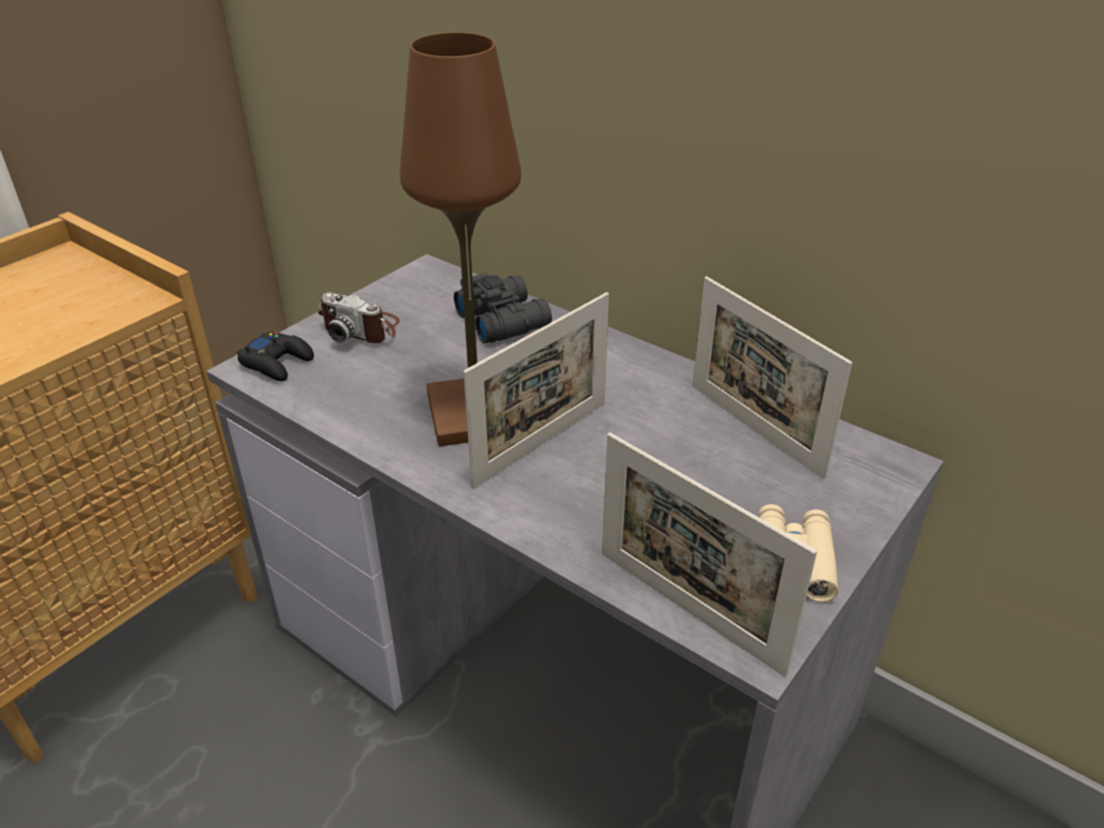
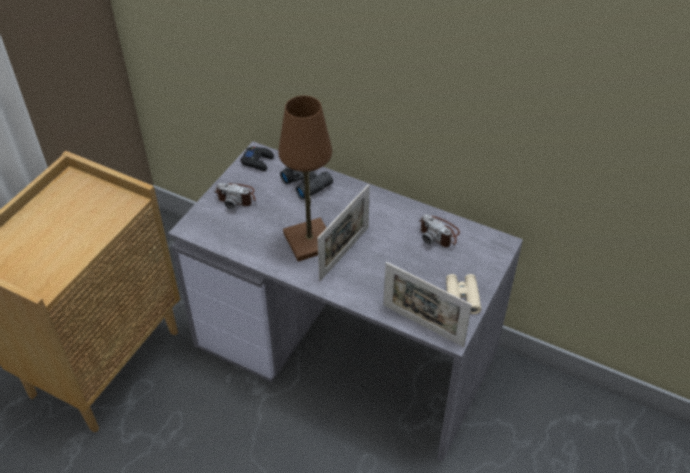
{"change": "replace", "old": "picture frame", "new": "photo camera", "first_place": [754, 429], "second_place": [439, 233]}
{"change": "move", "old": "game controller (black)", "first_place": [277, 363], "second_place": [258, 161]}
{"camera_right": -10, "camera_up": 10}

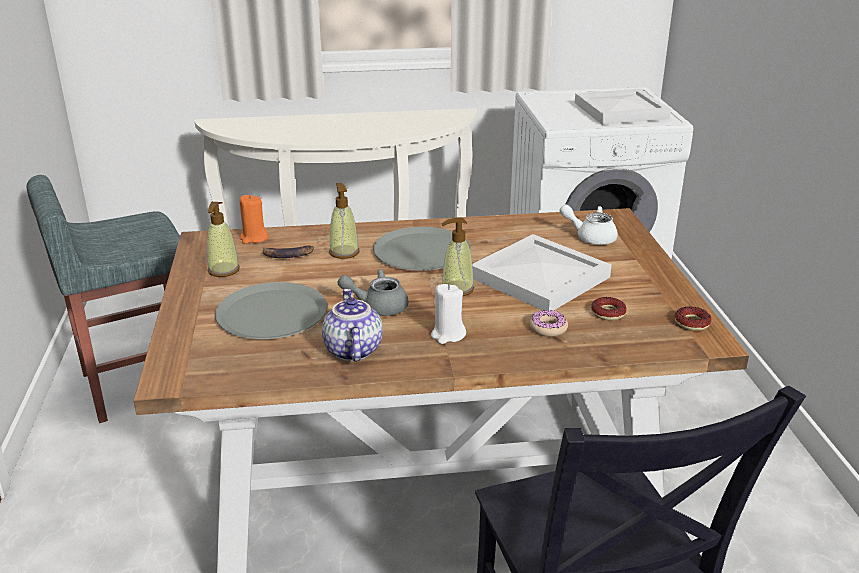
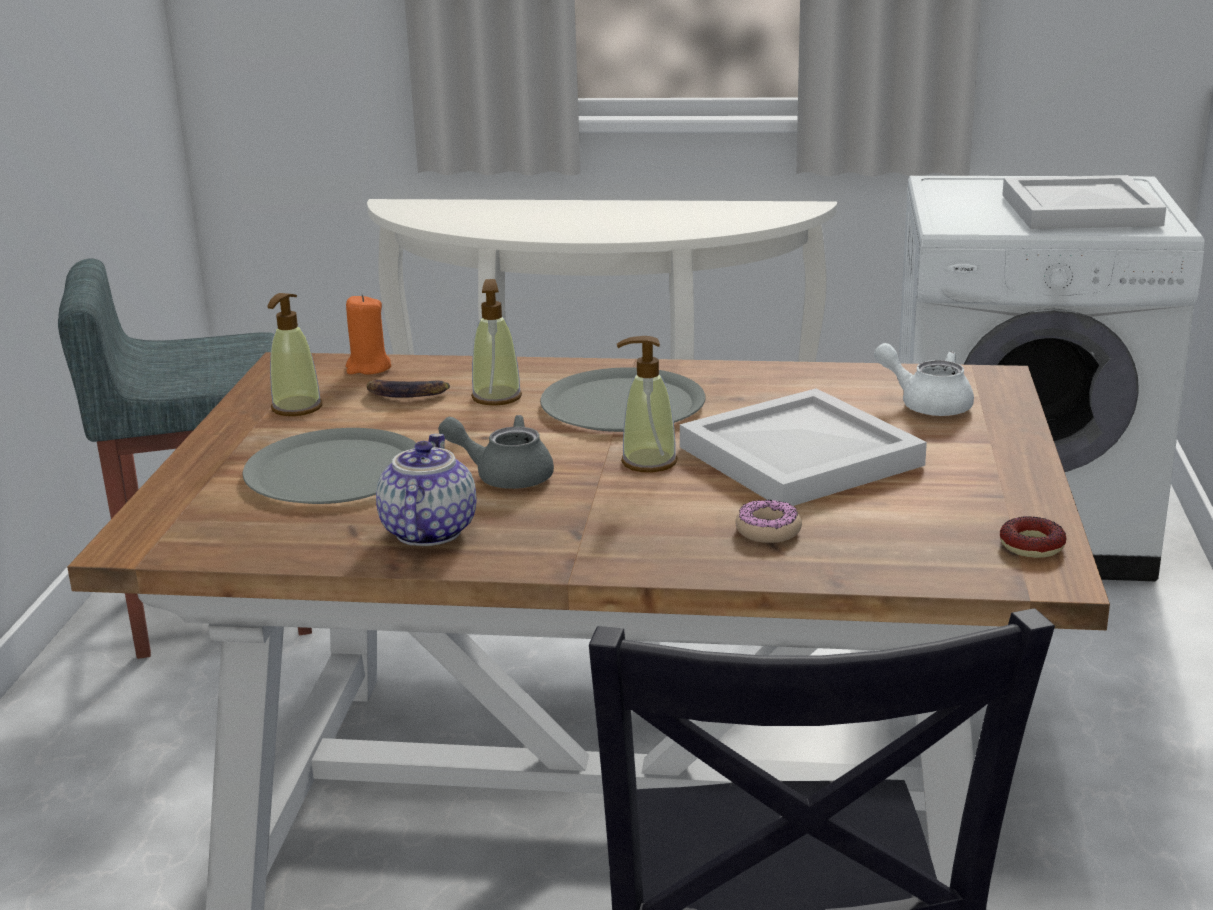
{"change": "delete", "old": "candle (white)", "first_place": [447, 335]}
{"change": "delete", "old": "donut", "first_place": [608, 313]}
{"camera_right": 15, "camera_up": -5}

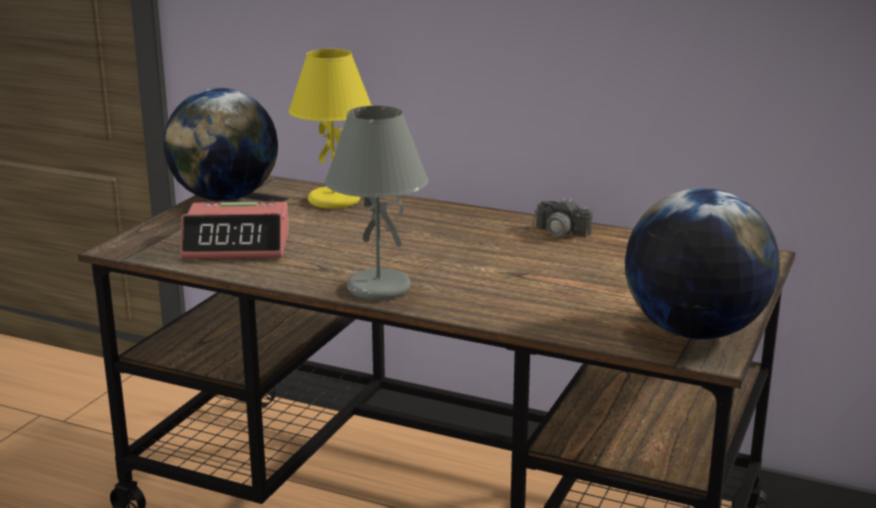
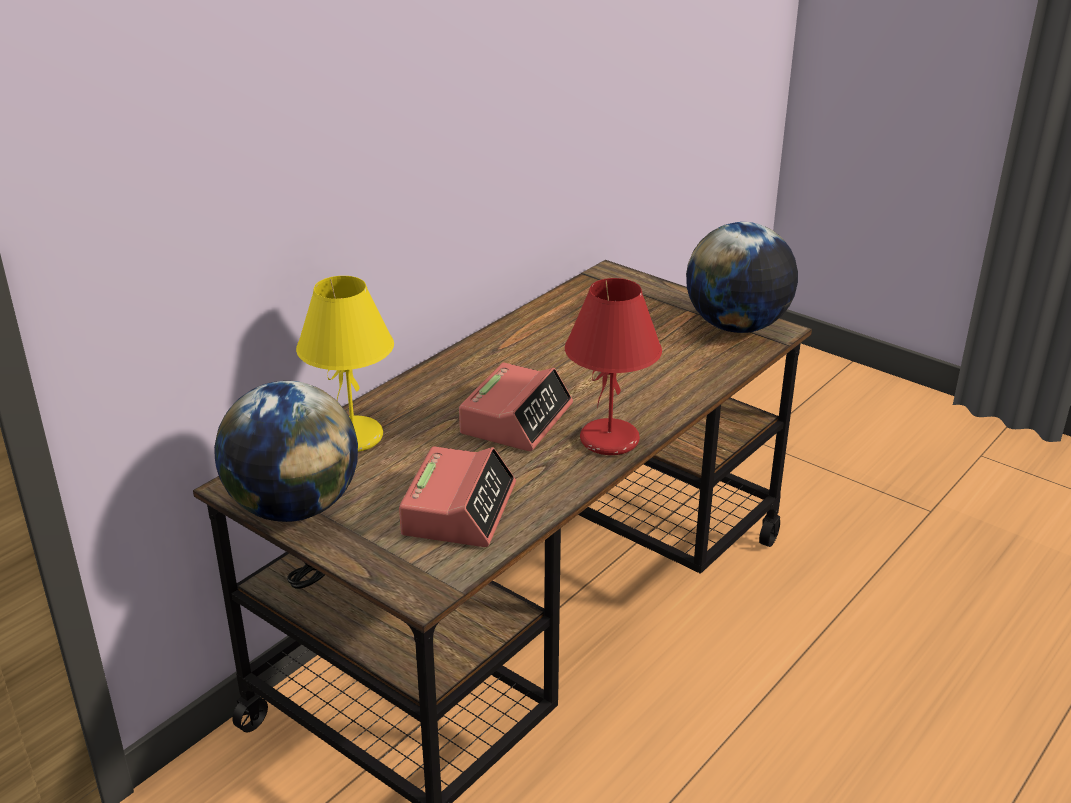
{"change": "recolor", "old": "table lamp (grey)", "new": "table lamp (red)", "first_place": [377, 289], "second_place": [609, 441]}
{"change": "delete", "old": "photo camera", "first_place": [564, 234]}
{"change": "insert", "new": "alarm clock", "second_place": [516, 419]}
{"camera_right": -75, "camera_up": 10}

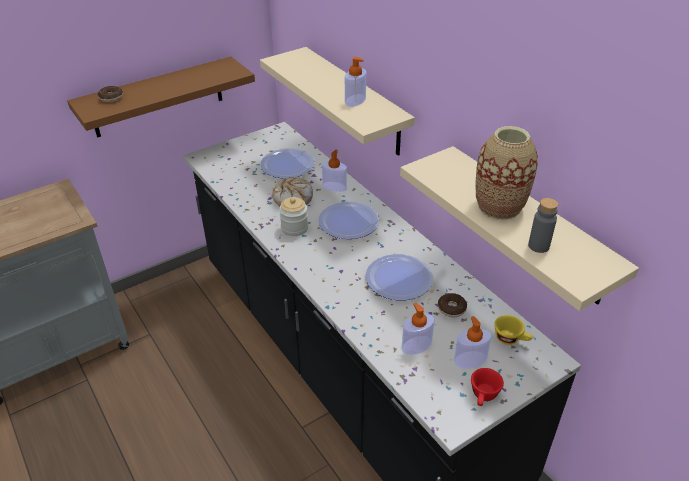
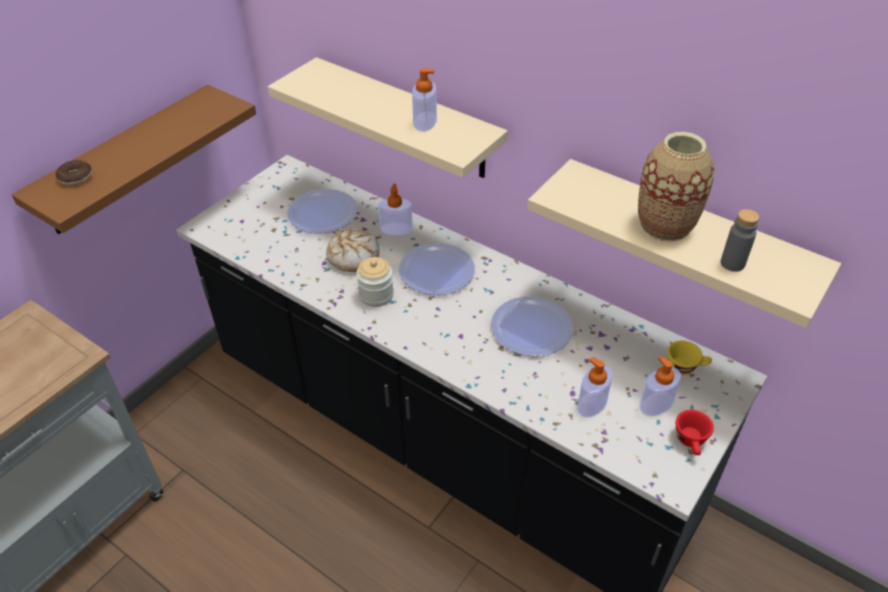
{"change": "delete", "old": "donut", "first_place": [451, 308]}
{"camera_right": -20, "camera_up": 5}

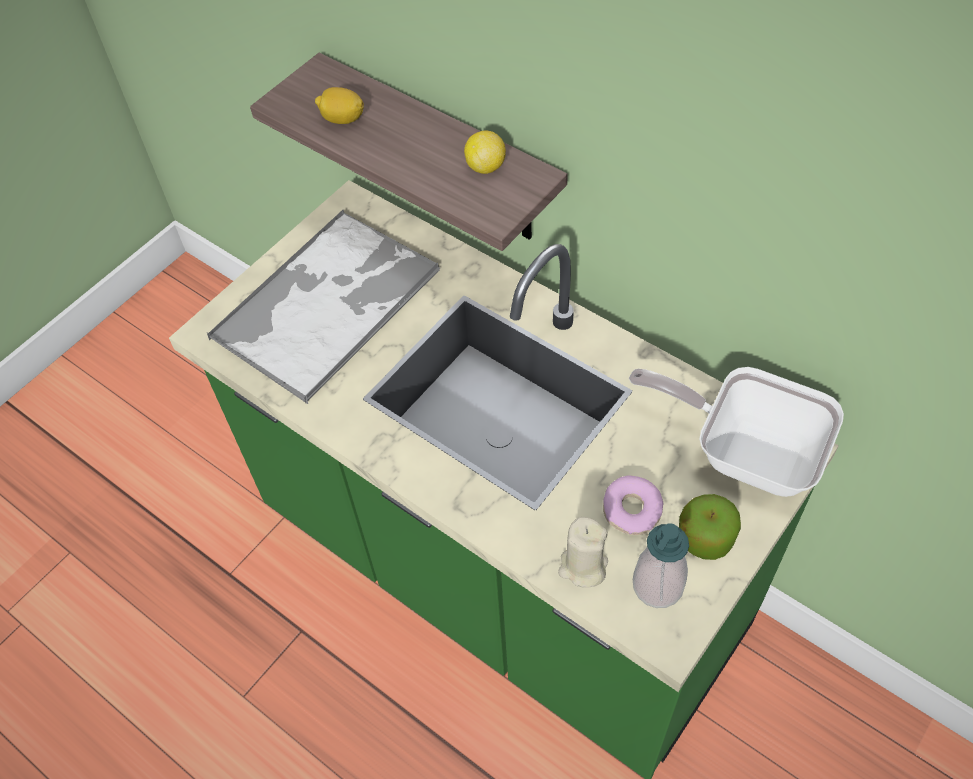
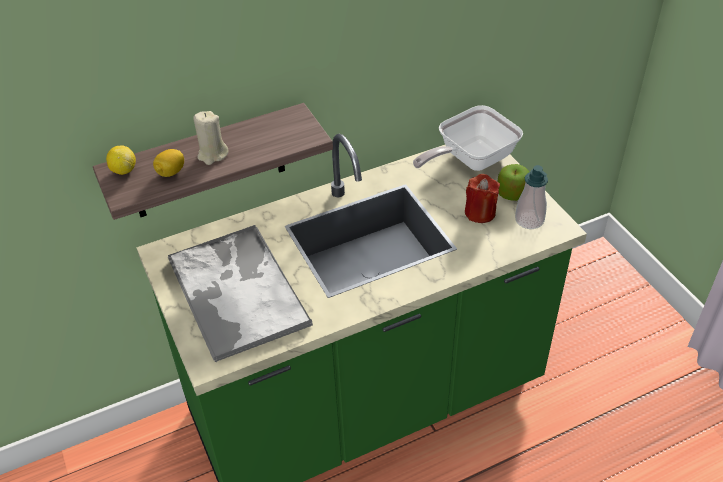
{"change": "move", "old": "lemon", "first_place": [485, 166], "second_place": [123, 170]}
{"change": "replace", "old": "donut", "new": "candle (red)", "first_place": [631, 510], "second_place": [480, 212]}
{"change": "move", "old": "candle (beige)", "first_place": [583, 566], "second_place": [212, 154]}
{"camera_right": -65, "camera_up": -10}

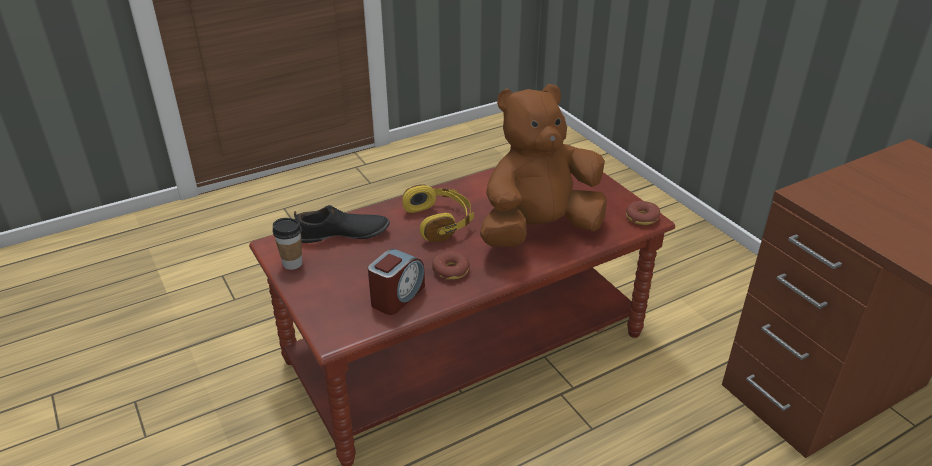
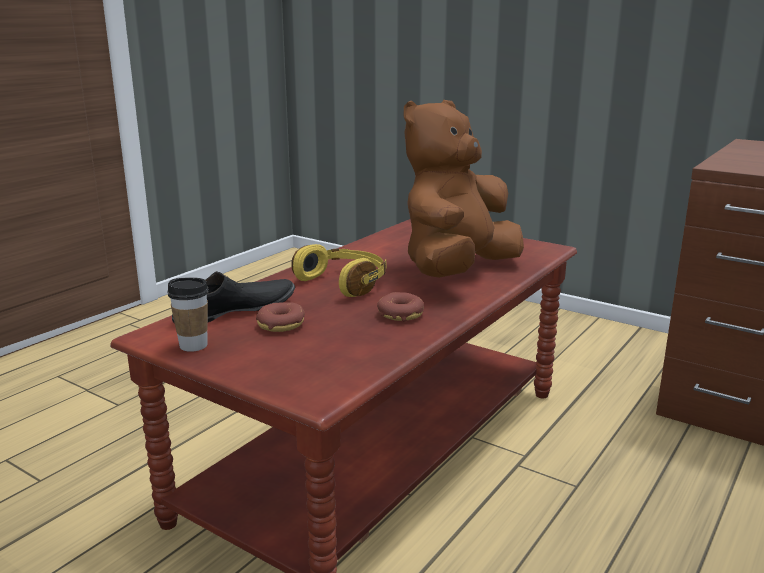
{"change": "move", "old": "donut", "first_place": [641, 218], "second_place": [281, 325]}
{"change": "delete", "old": "alarm clock", "first_place": [397, 296]}
{"camera_right": -25, "camera_up": -15}

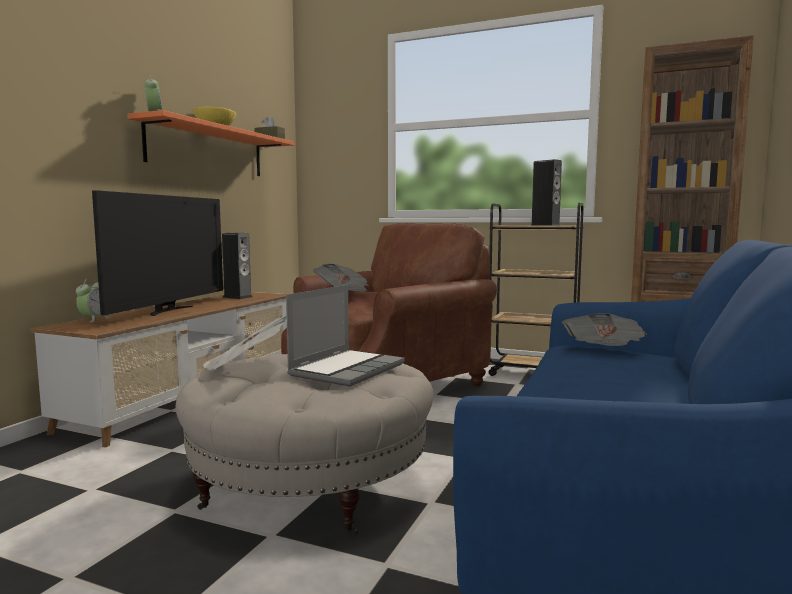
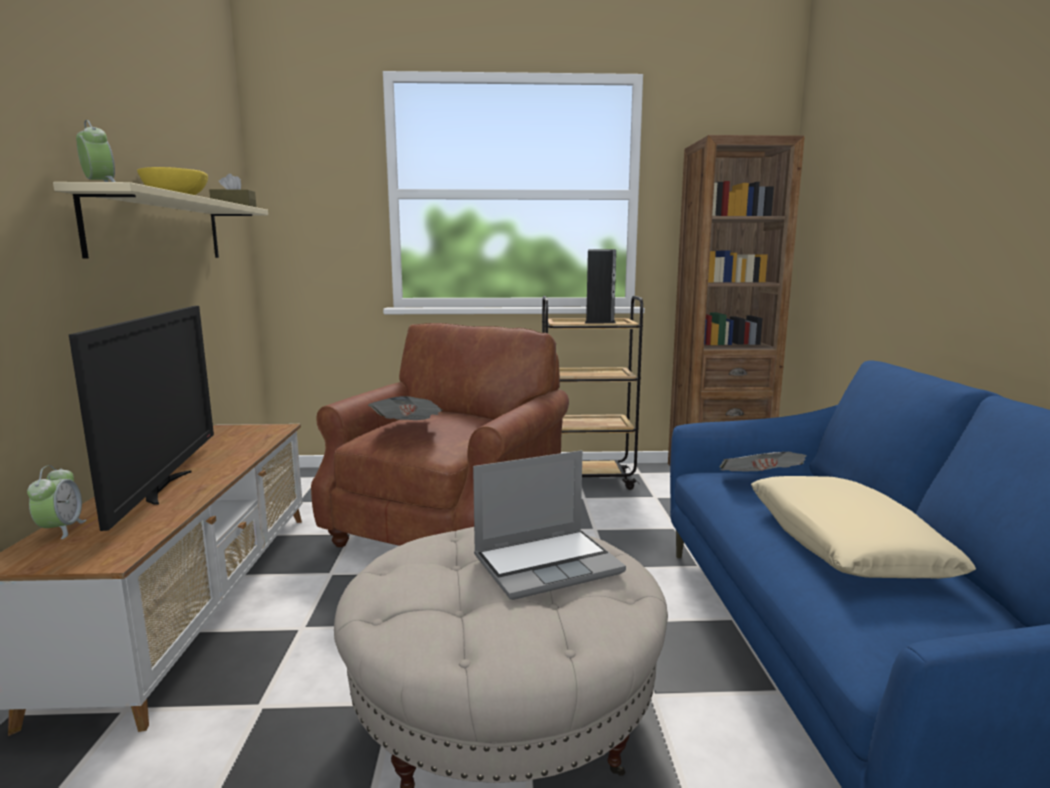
{"change": "recolor", "old": "shelf (orange)", "new": "shelf (beige)", "first_place": [208, 150], "second_place": [159, 228]}
{"change": "delete", "old": "speaker", "first_place": [237, 297]}
{"change": "rotate", "old": "laptop", "first_place": [347, 369], "second_place": [548, 564], "degrees": 60}
{"change": "delete", "old": "newspaper", "first_place": [245, 366]}
{"change": "insert", "new": "pillow (beige)", "second_place": [843, 544]}
{"camera_right": -25, "camera_up": 5}

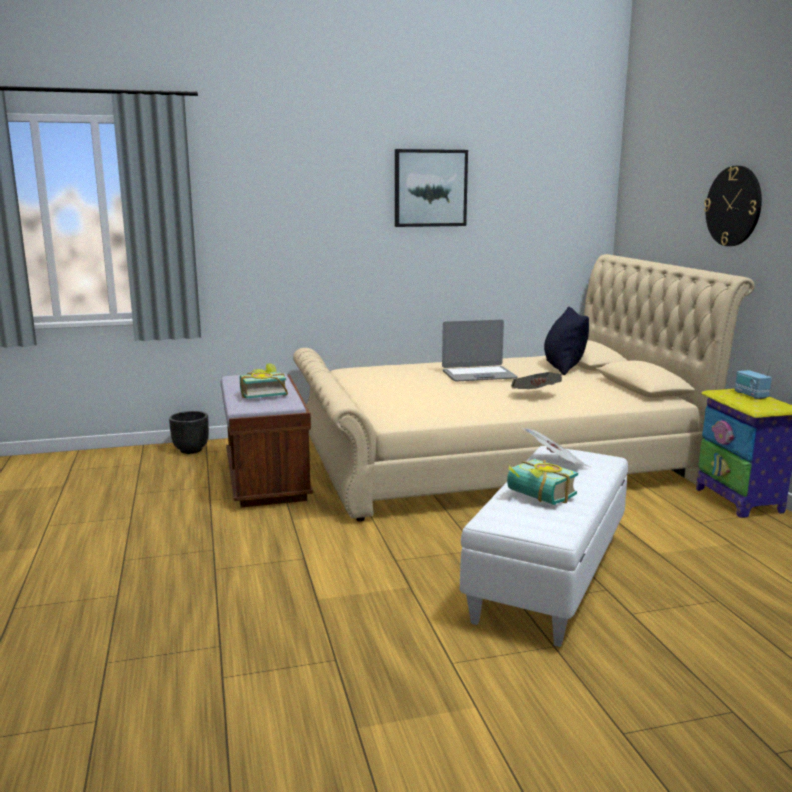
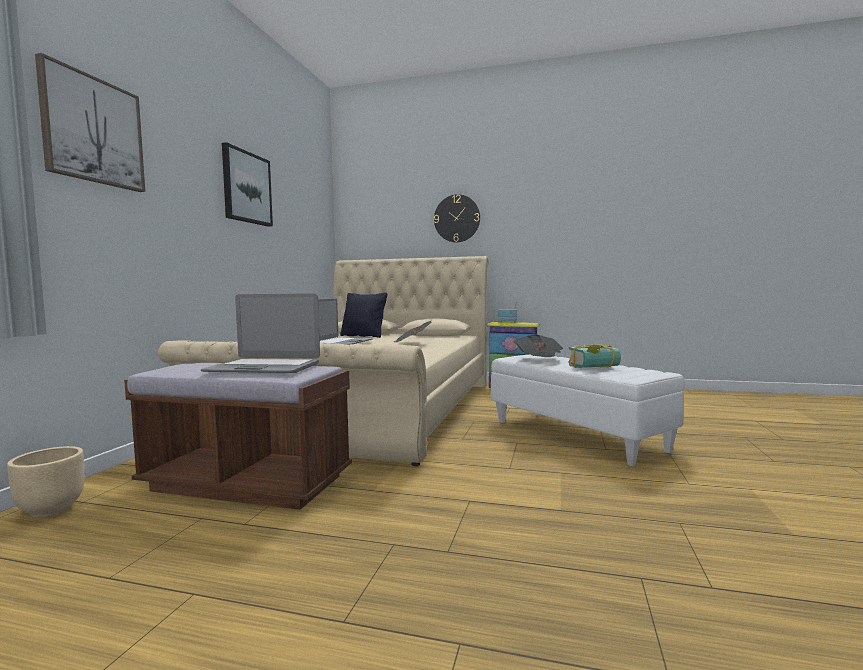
{"change": "replace", "old": "book", "new": "laptop", "first_place": [262, 394], "second_place": [264, 368]}
{"change": "recolor", "old": "planter (black)", "new": "planter (beige)", "first_place": [191, 450], "second_place": [51, 510]}
{"change": "insert", "new": "picture", "second_place": [93, 130]}
{"camera_right": -60, "camera_up": -10}

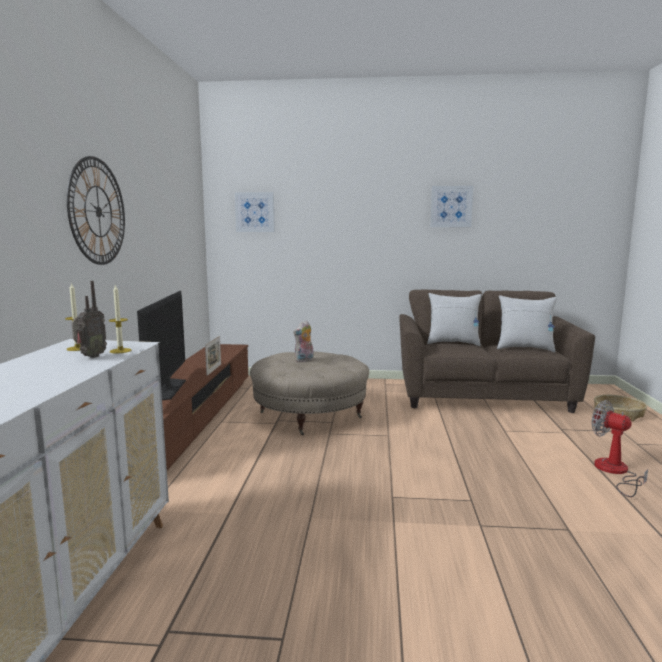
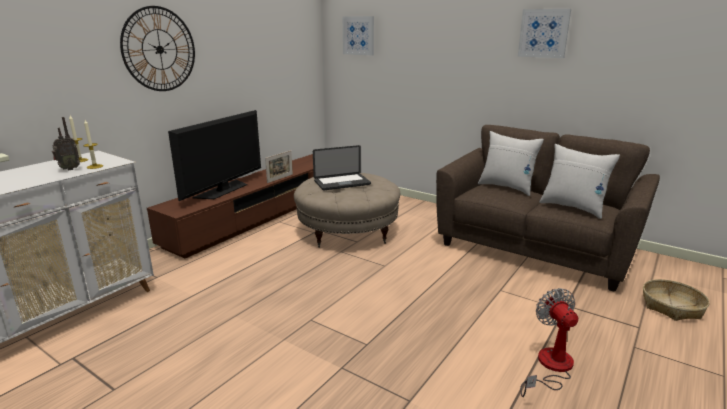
{"change": "replace", "old": "plush toy", "new": "laptop", "first_place": [304, 360], "second_place": [342, 183]}
{"camera_right": 30, "camera_up": 10}

